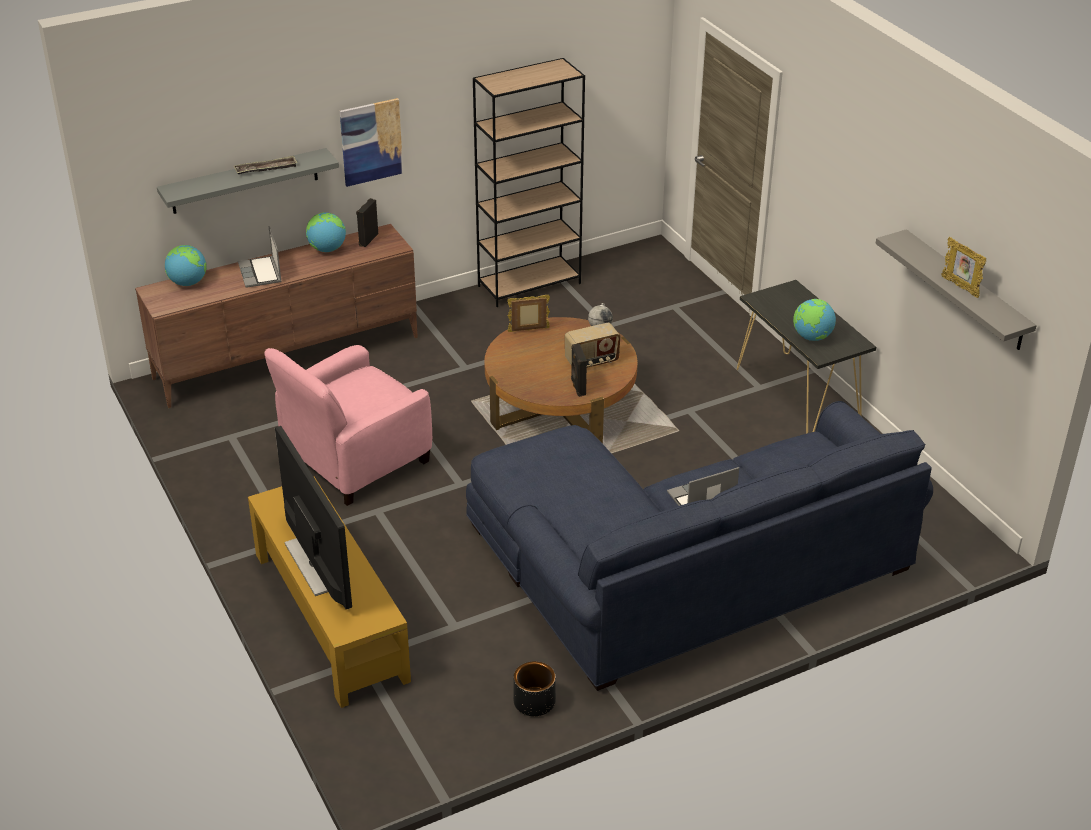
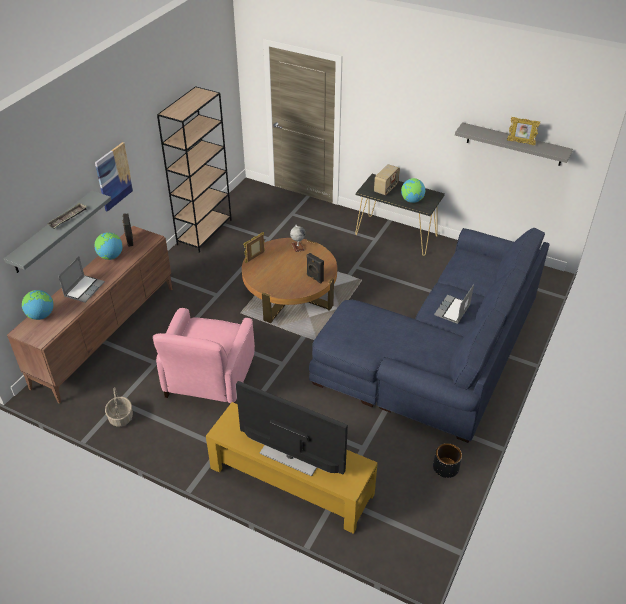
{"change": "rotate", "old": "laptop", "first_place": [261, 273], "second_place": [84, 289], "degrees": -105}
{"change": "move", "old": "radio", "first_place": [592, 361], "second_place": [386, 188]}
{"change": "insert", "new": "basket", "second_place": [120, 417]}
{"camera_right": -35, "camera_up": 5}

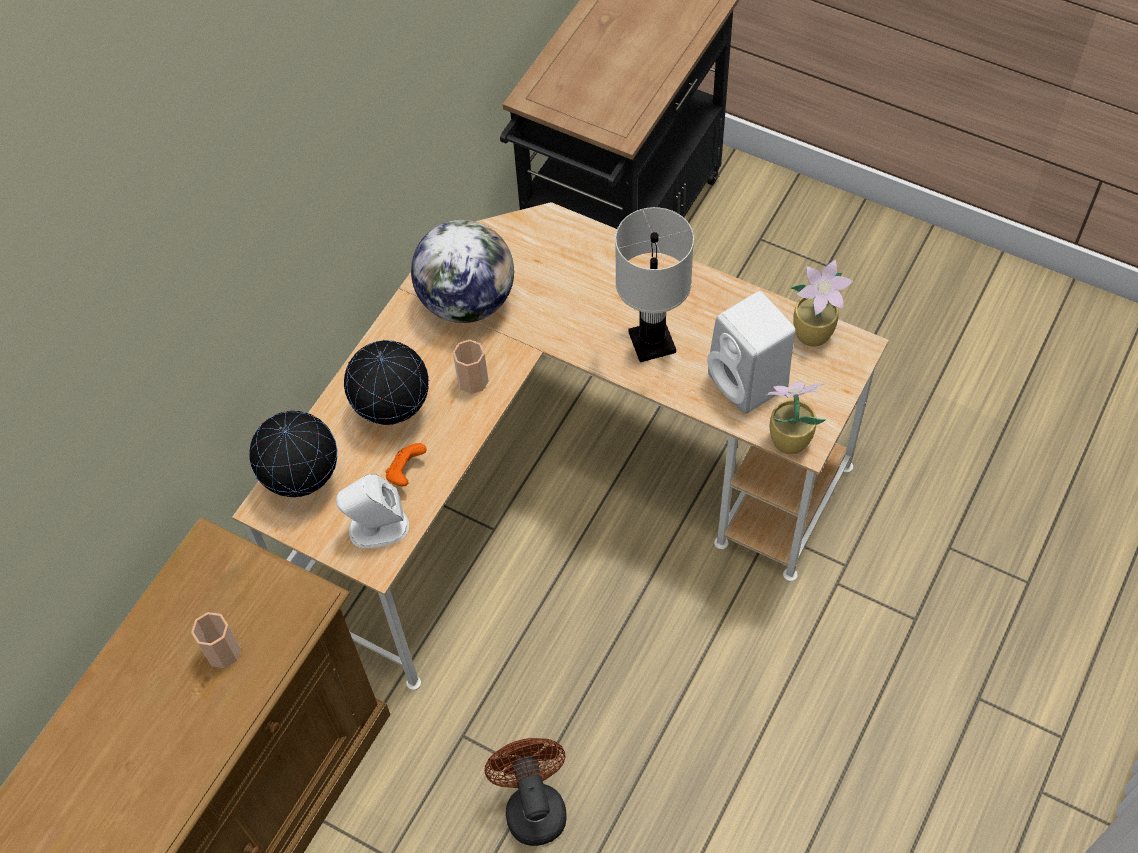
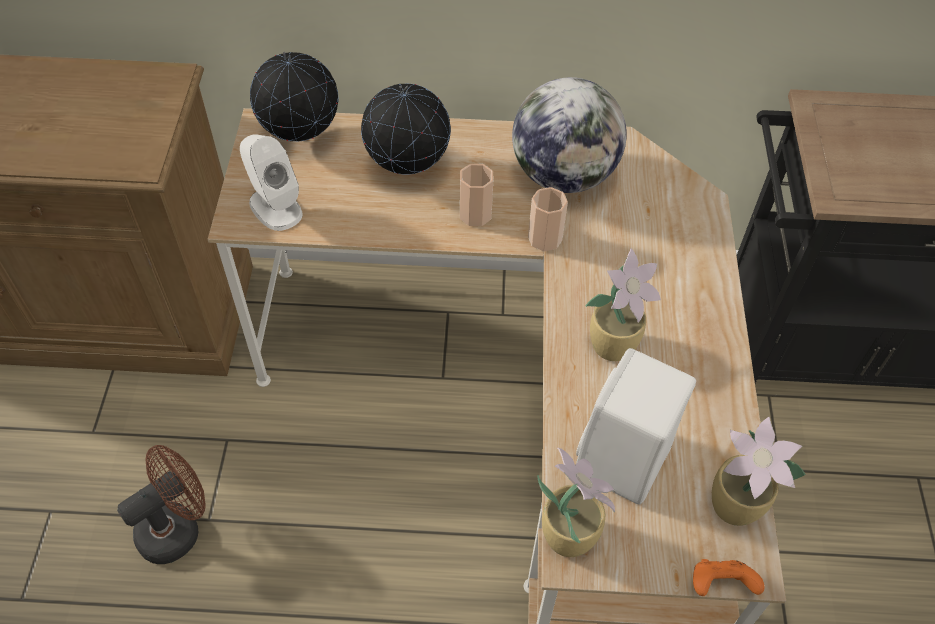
{"change": "replace", "old": "table lamp (white)", "new": "potted plant", "first_place": [651, 342], "second_place": [614, 344]}
{"change": "move", "old": "game controller (orange)", "first_place": [406, 472], "second_place": [719, 585]}
{"change": "move", "old": "cup", "first_place": [223, 652], "second_place": [545, 238]}
{"camera_right": 60, "camera_up": -5}

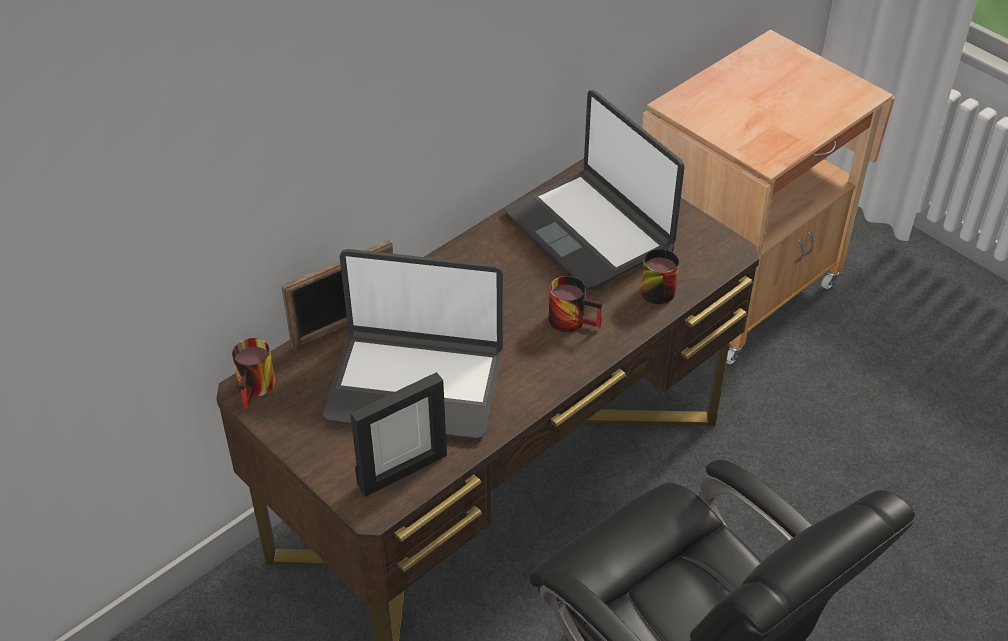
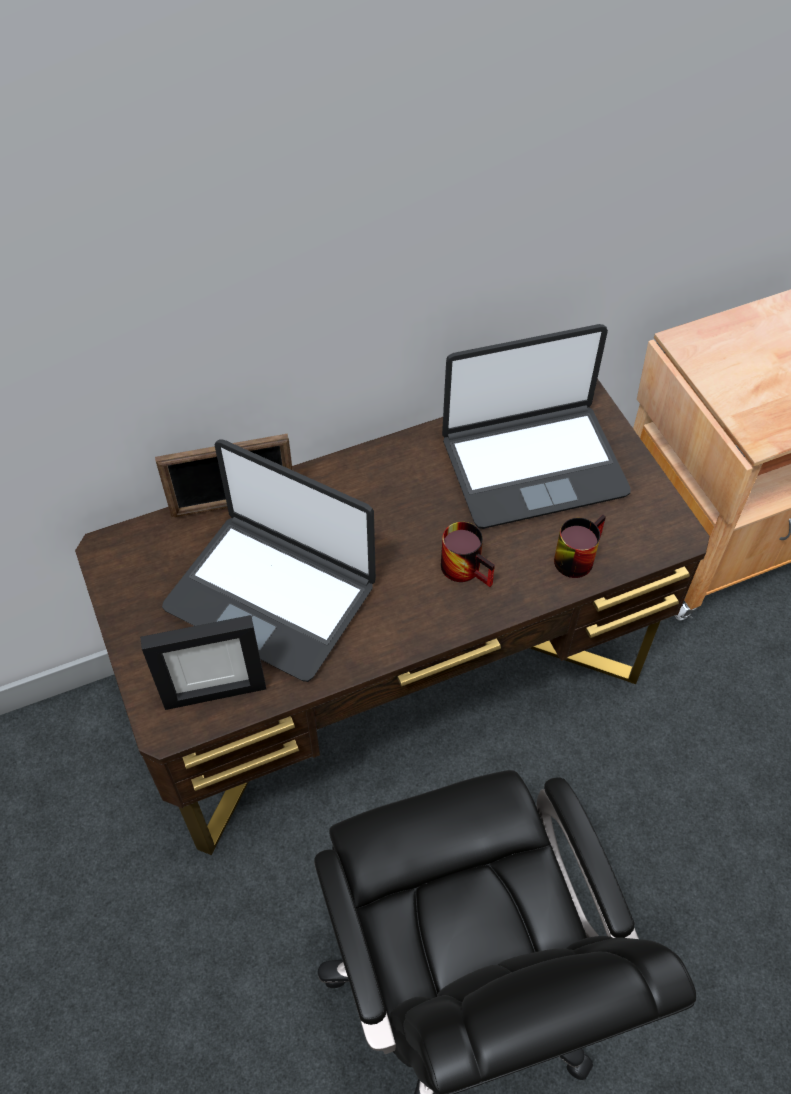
{"change": "rotate", "old": "laptop", "first_place": [590, 230], "second_place": [533, 465], "degrees": -90}
{"change": "delete", "old": "mug", "first_place": [258, 388]}
{"camera_right": 20, "camera_up": 10}

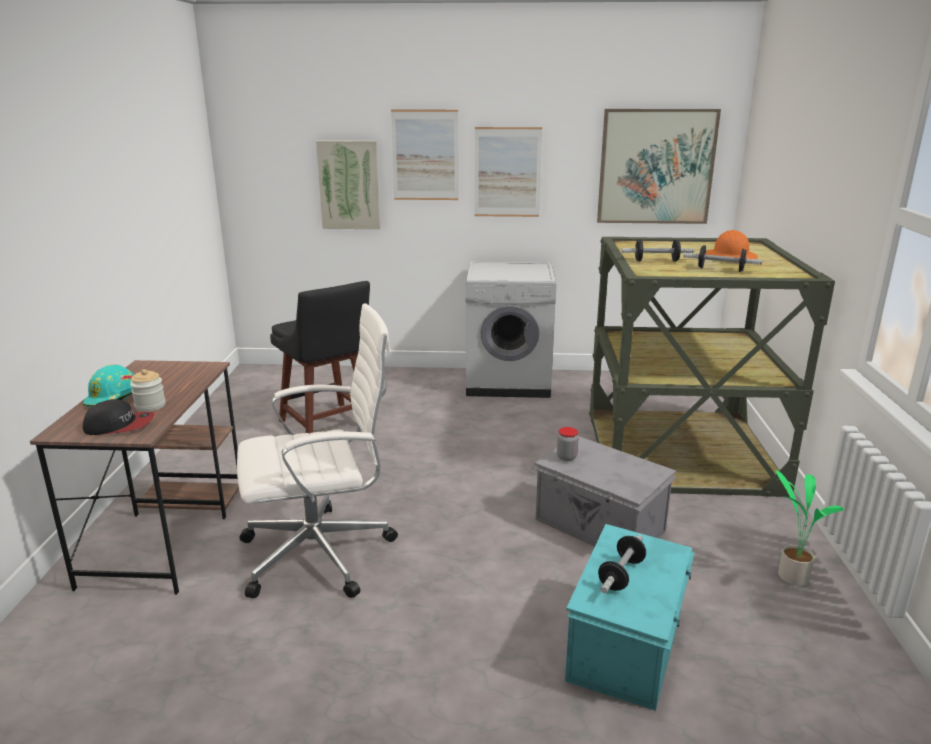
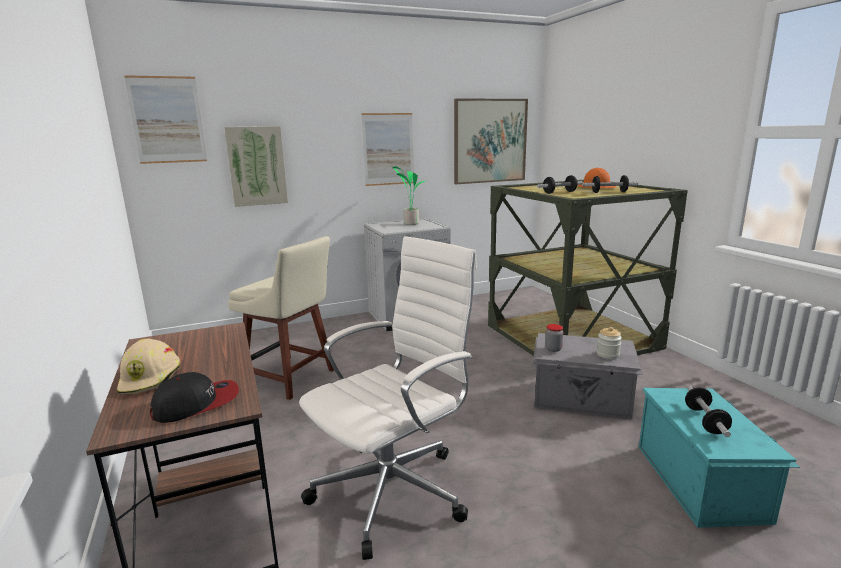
{"change": "move", "old": "picture", "first_place": [425, 155], "second_place": [167, 120]}
{"change": "recolor", "old": "stool (black)", "new": "stool (beige)", "first_place": [328, 426], "second_place": [291, 378]}
{"change": "recolor", "old": "hard hat (turquoise)", "new": "hard hat (beige)", "first_place": [113, 398], "second_place": [151, 379]}
{"change": "move", "old": "jar", "first_place": [150, 406], "second_place": [608, 354]}
{"change": "move", "old": "potted plant", "first_place": [791, 576], "second_place": [410, 223]}
{"camera_right": -25, "camera_up": -5}

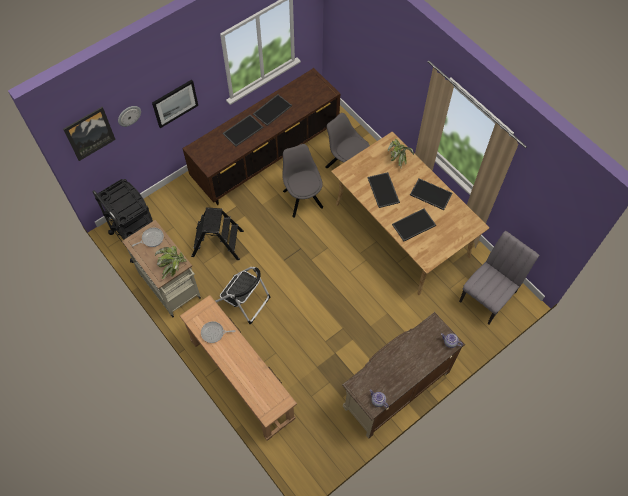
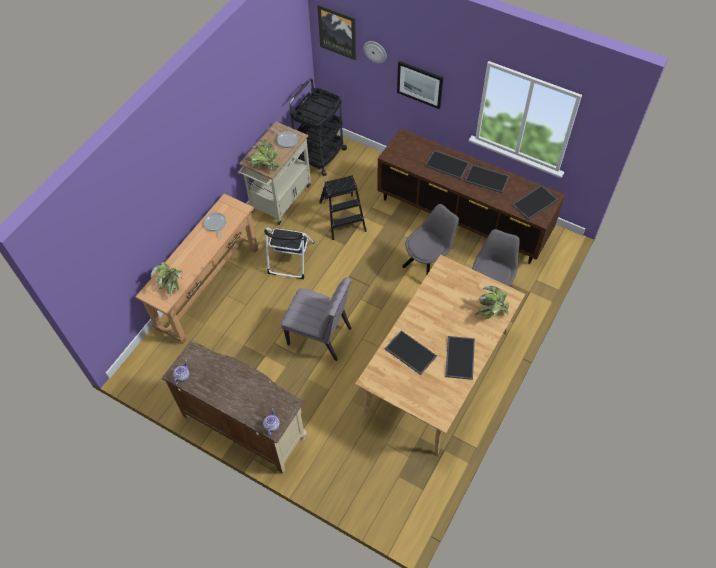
{"change": "move", "old": "tray", "first_place": [384, 190], "second_place": [535, 203]}
{"change": "move", "old": "chair (grey)", "first_place": [488, 297], "second_place": [319, 336]}
{"change": "insert", "new": "potted plant", "second_place": [171, 284]}
{"camera_right": 70, "camera_up": -5}

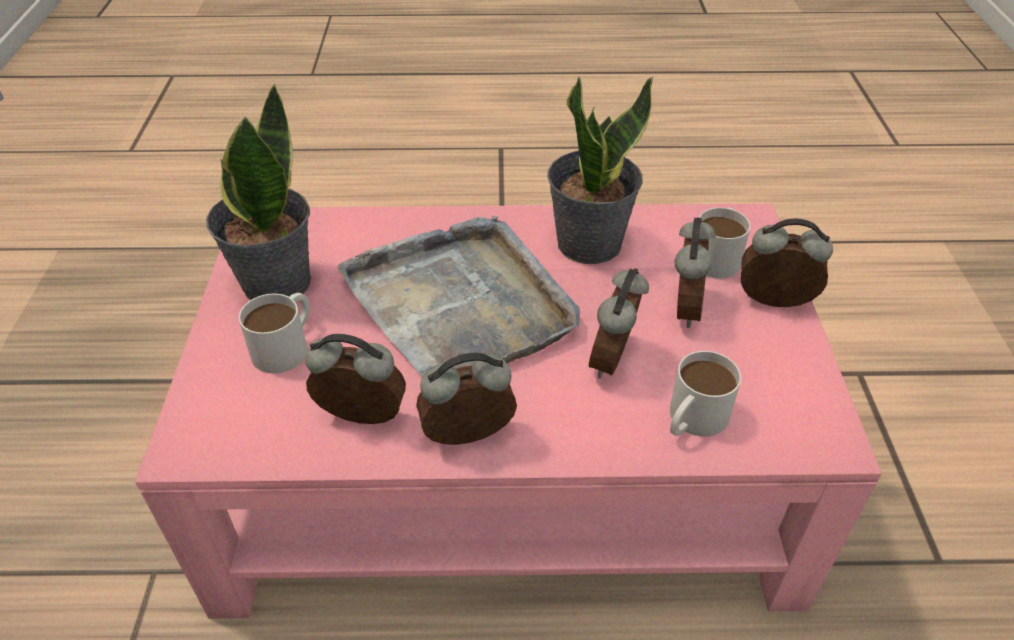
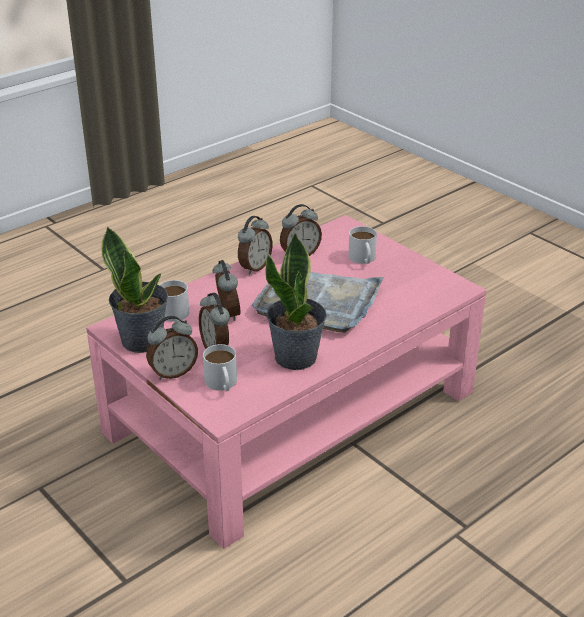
{"change": "move", "old": "potted plant", "first_place": [275, 283], "second_place": [142, 340]}
{"camera_right": 140, "camera_up": -10}

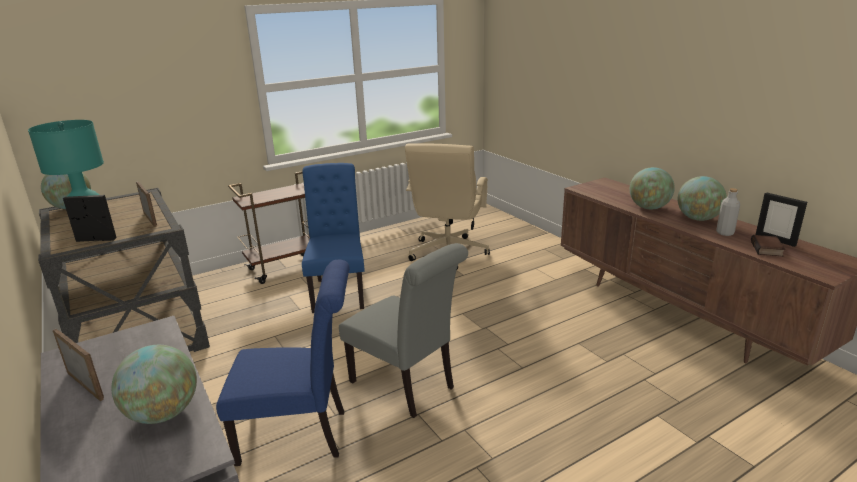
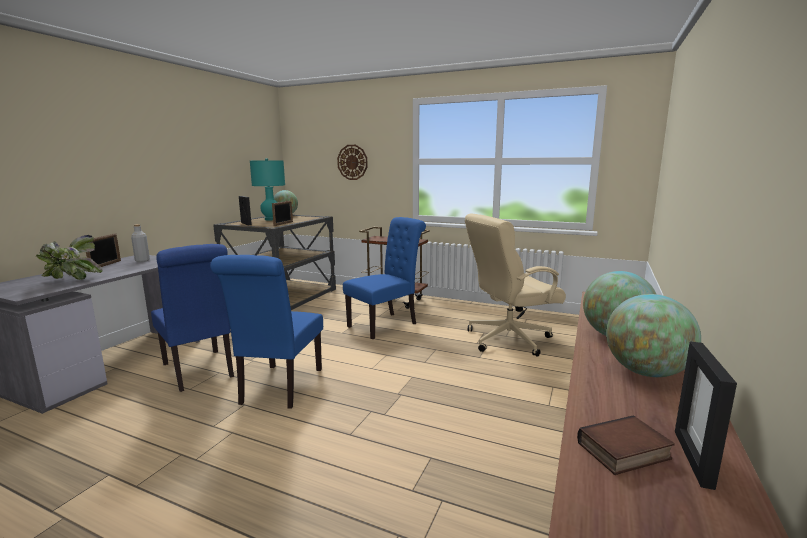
{"change": "move", "old": "bottle (grey)", "first_place": [725, 233], "second_place": [142, 260]}
{"change": "recolor", "old": "chair (grey)", "new": "chair (blue)", "first_place": [407, 386], "second_place": [279, 388]}
{"change": "replace", "old": "globe", "new": "potted plant", "first_place": [163, 414], "second_place": [72, 281]}
{"change": "insert", "new": "wall clock", "second_place": [352, 162]}
{"camera_right": 55, "camera_up": -10}

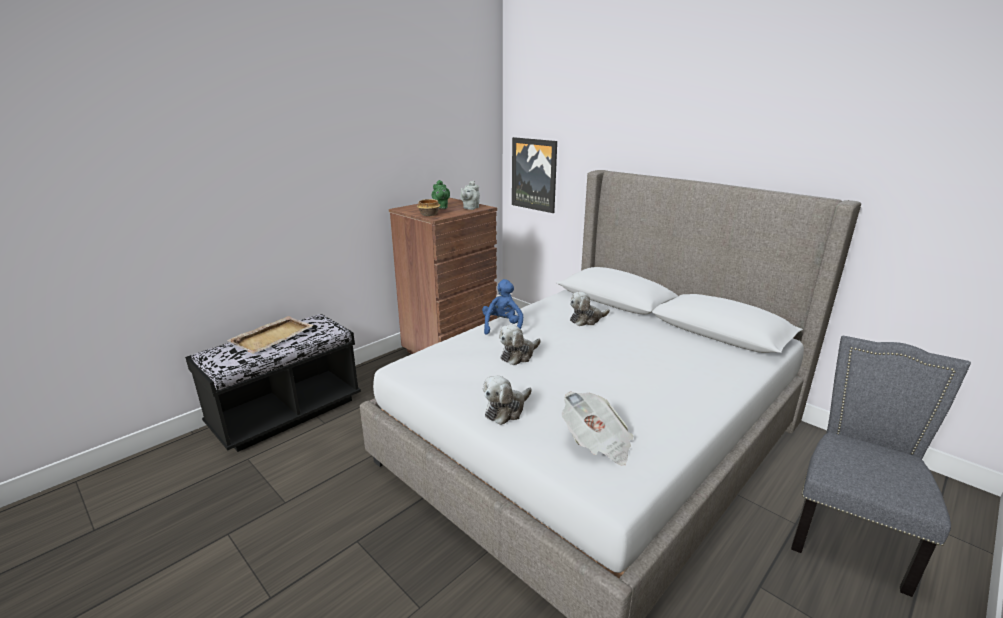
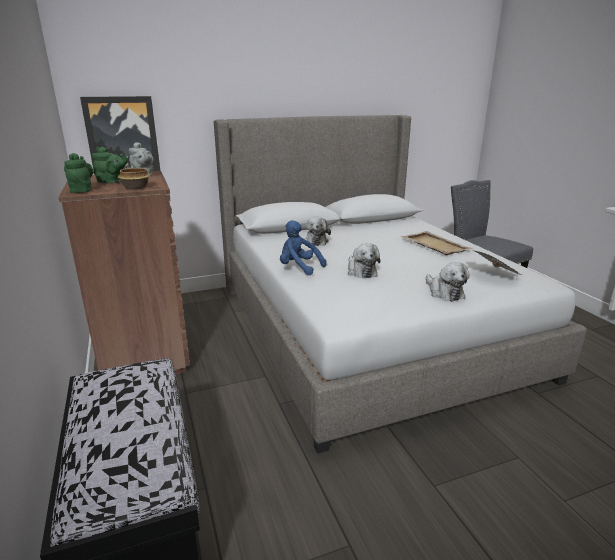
{"change": "move", "old": "tray (beige)", "first_place": [273, 336], "second_place": [434, 245]}
{"change": "insert", "new": "teapot (green)", "second_place": [82, 190]}
{"camera_right": -65, "camera_up": 0}

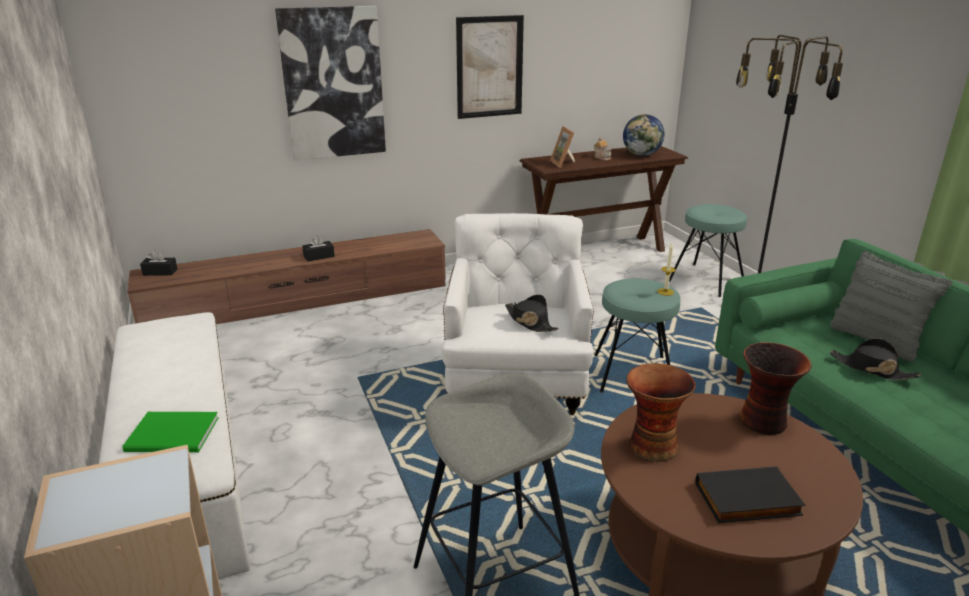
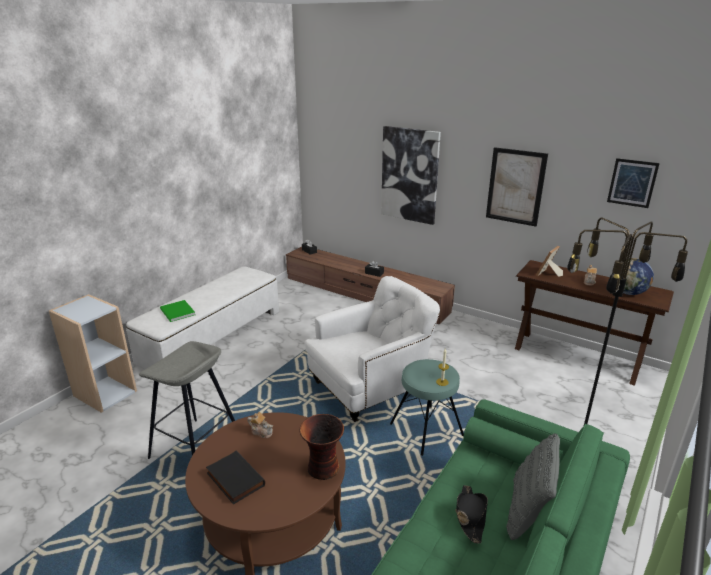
{"change": "delete", "old": "stool (turquoise)", "first_place": [706, 280]}
{"change": "delete", "old": "hat (black)", "first_place": [530, 322]}
{"change": "replace", "old": "vase", "new": "teapot", "first_place": [651, 445], "second_place": [261, 432]}
{"change": "insert", "new": "picture", "second_place": [632, 183]}
{"camera_right": 55, "camera_up": 0}

